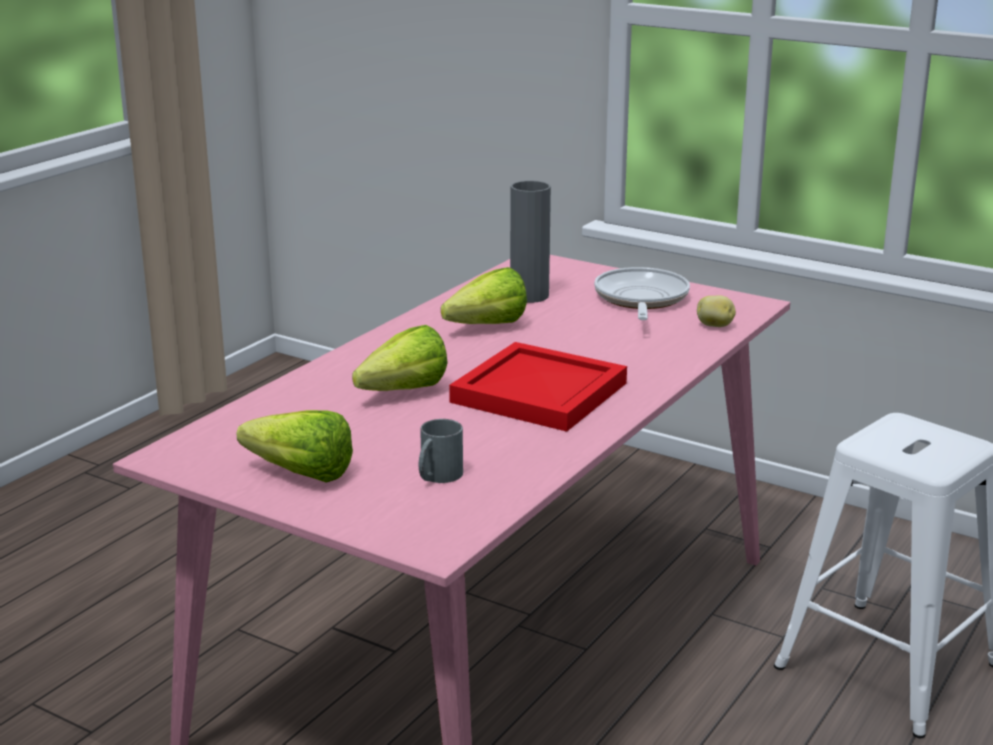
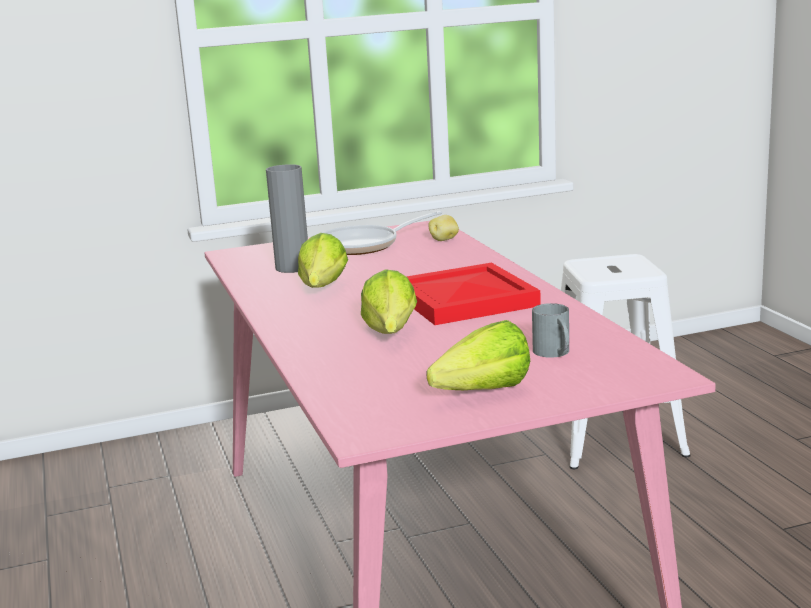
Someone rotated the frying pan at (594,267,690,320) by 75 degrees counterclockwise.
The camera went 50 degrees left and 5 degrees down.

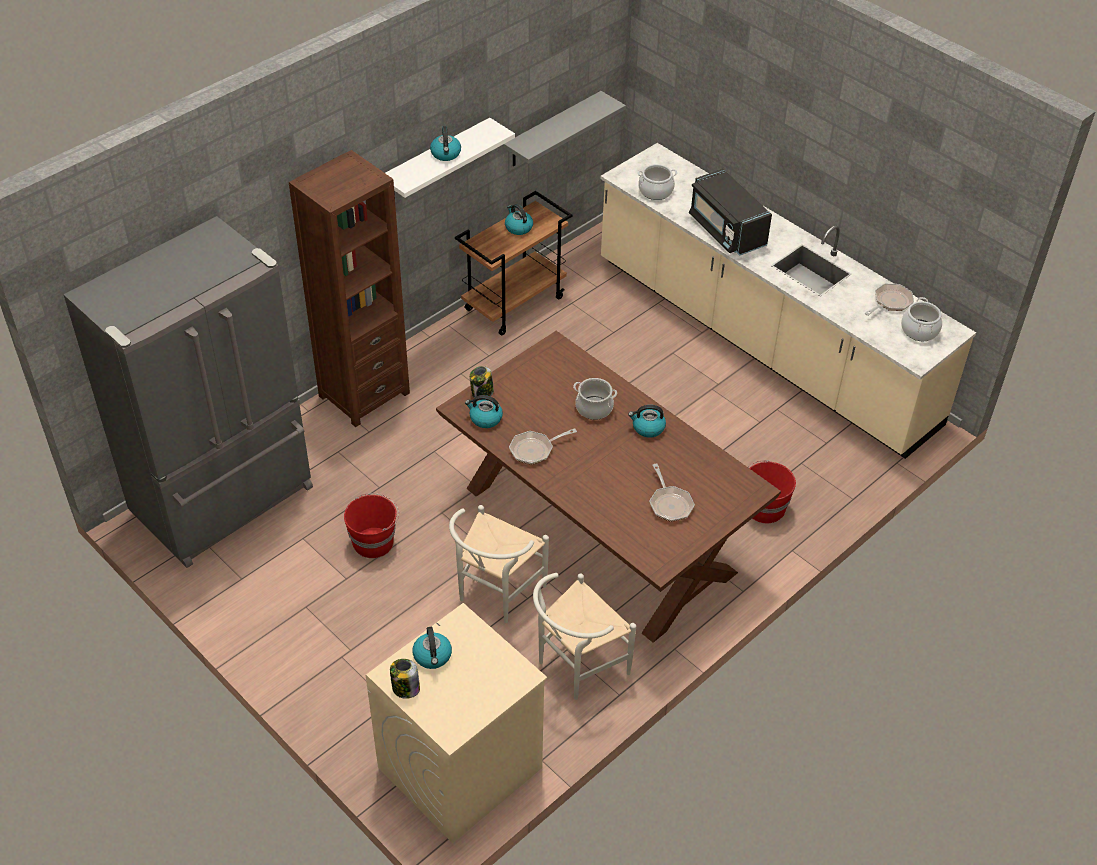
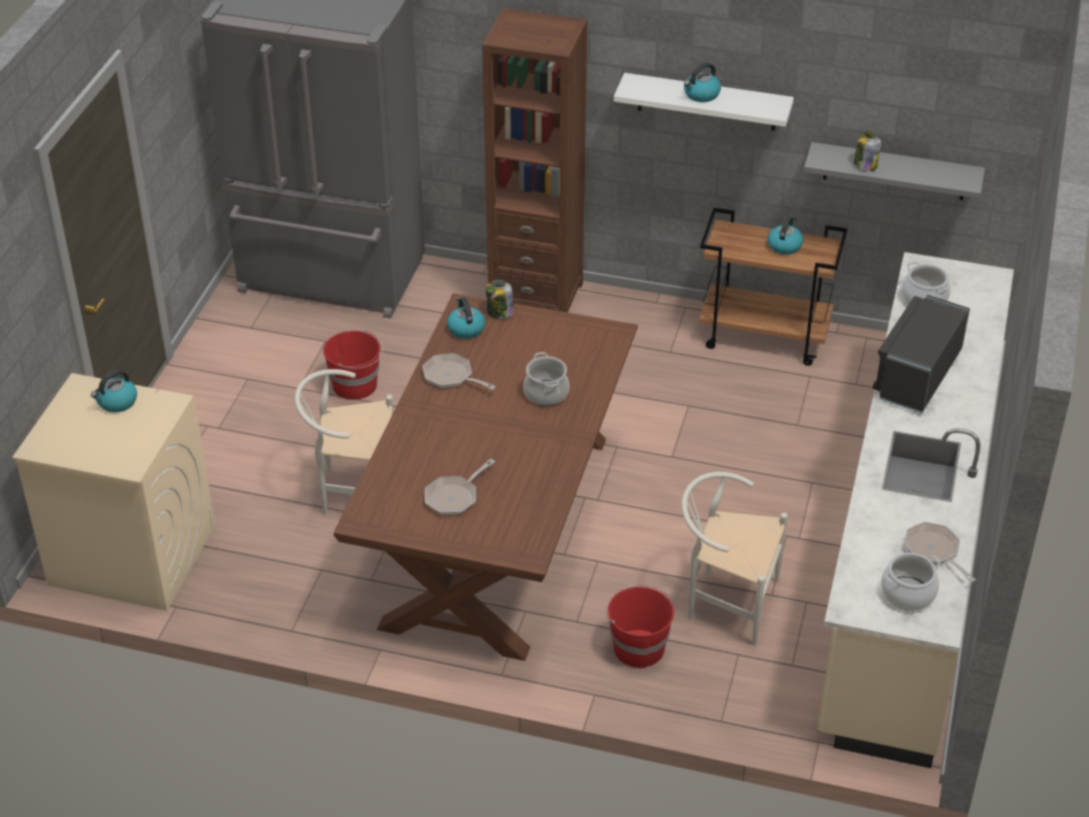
Someone carried the jar from (390,659,420,699) to (854,131,881,171).
Someone carried the chair in white from (533,573,636,700) to (682,472,788,646).
Someone took away the kettle at (628,405,666,438).
Someone rotated the frying pan at (865,283,914,316) by 135 degrees counterclockwise.
The camera went 60 degrees right and 5 degrees down.

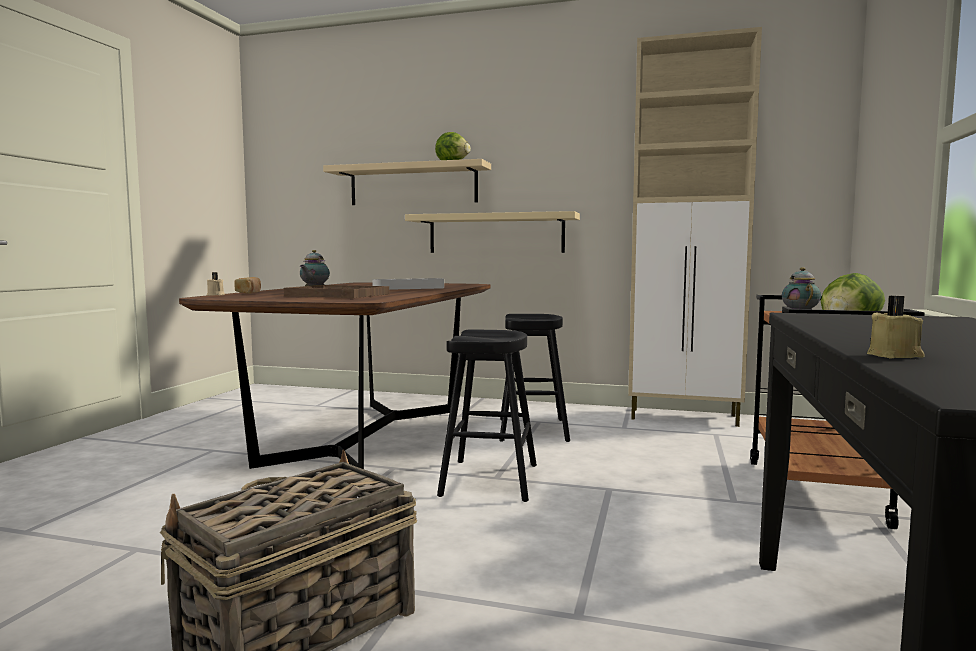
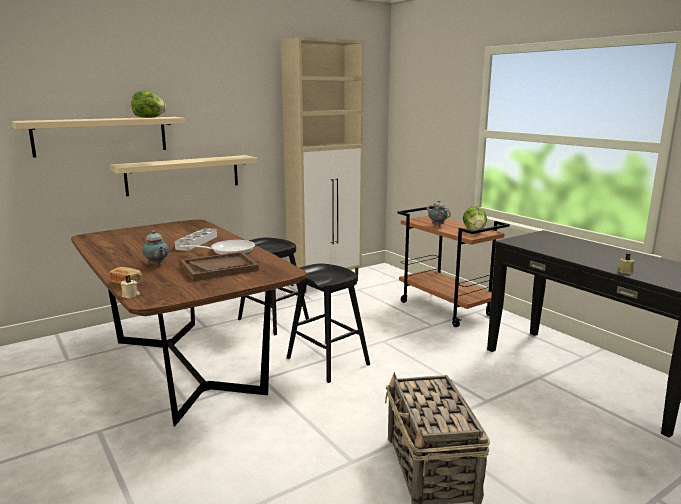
Someone put down the frying pan at (180,240,255,255).
The camera went 50 degrees left and 10 degrees up.

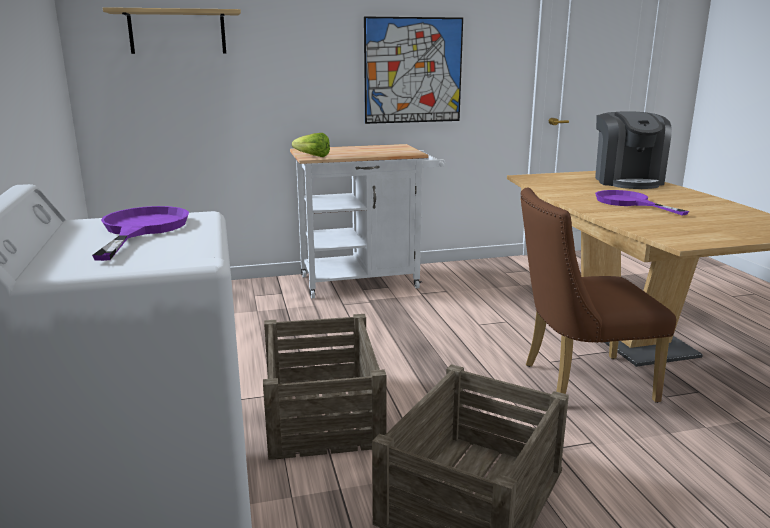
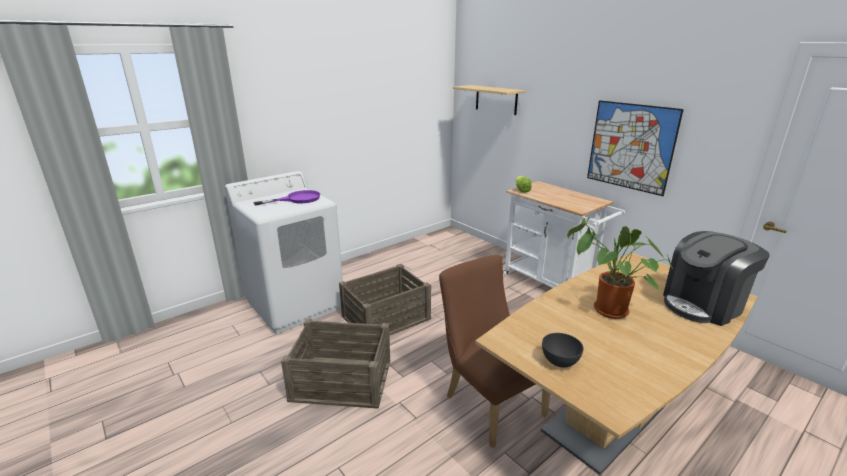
Someone swapped the frying pan in purple at (595,190,689,215) for the potted plant at (567,217,673,319).
Someone put down the bowl in grey at (542,333,584,368).
The camera went 65 degrees right and 5 degrees up.

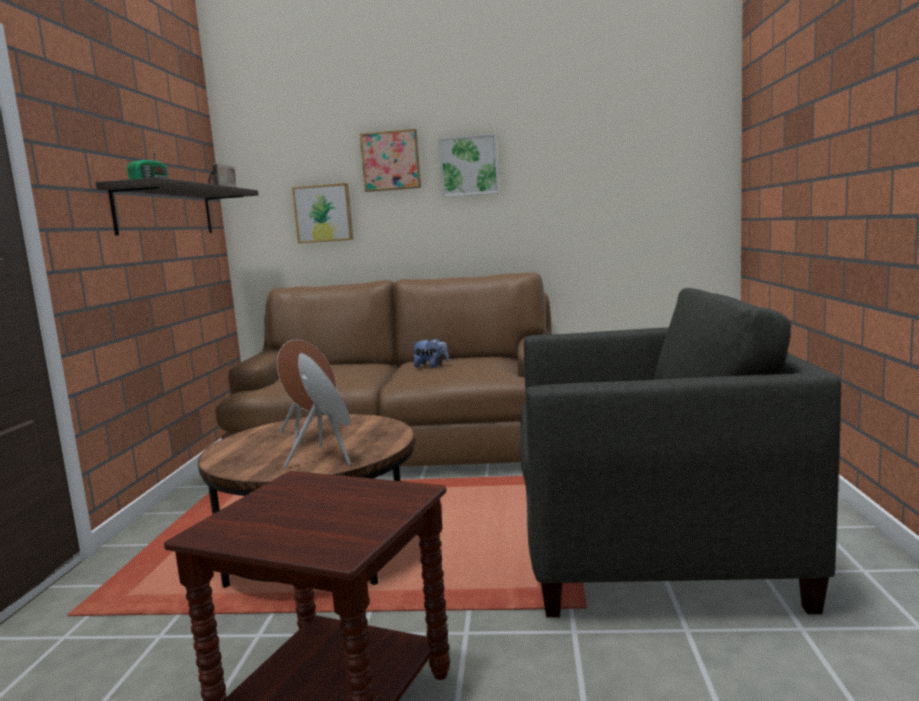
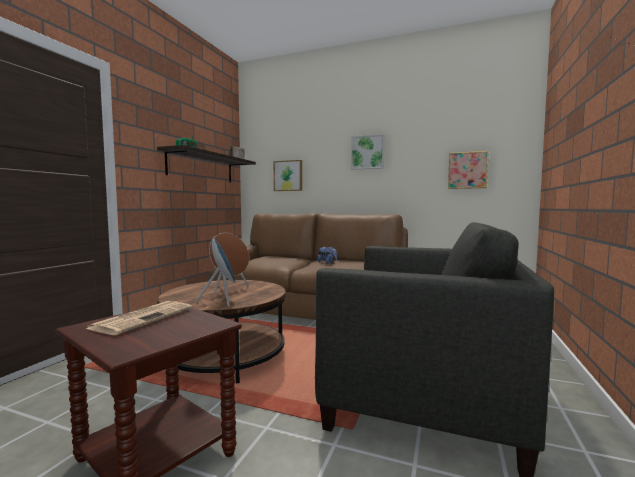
Someone carried the picture from (360,129,421,192) to (448,151,489,189).
Someone put down the newspaper at (86,301,192,335).
The camera went 15 degrees right and 5 degrees down.

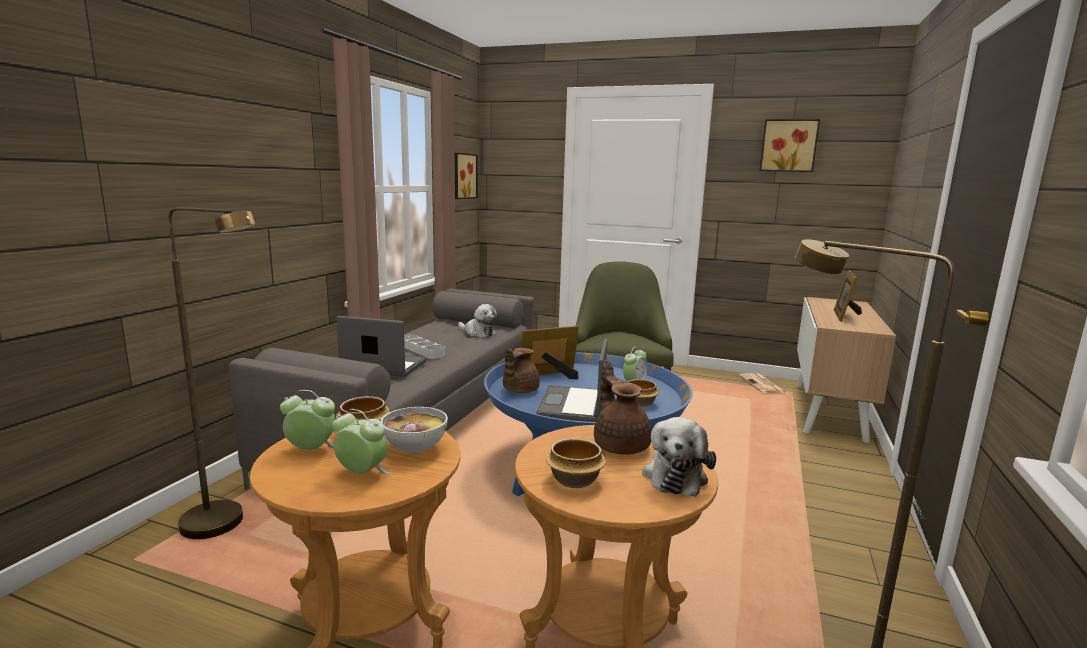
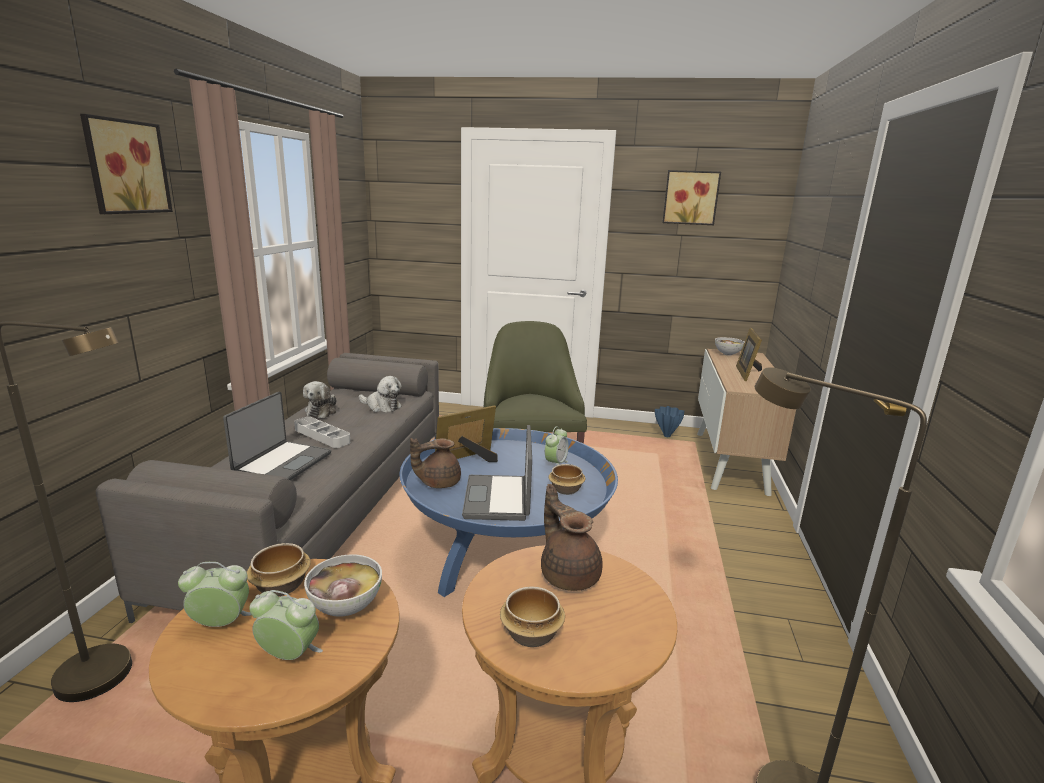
Someone rotated the laptop at (336,316,426,377) by 105 degrees clockwise.
Someone carried the picture from (455,153,478,199) to (80,114,173,214).
Someone rotated the teapot in brown at (503,348,540,393) by 45 degrees clockwise.
Someone carried the plush toy from (642,417,716,497) to (303,381,337,418).
Someone swapped the newspaper at (739,373,785,393) for the vase in blue at (655,406,684,437).
Someone put down the bowl at (715,337,744,355).
The camera went 10 degrees left and 5 degrees up.

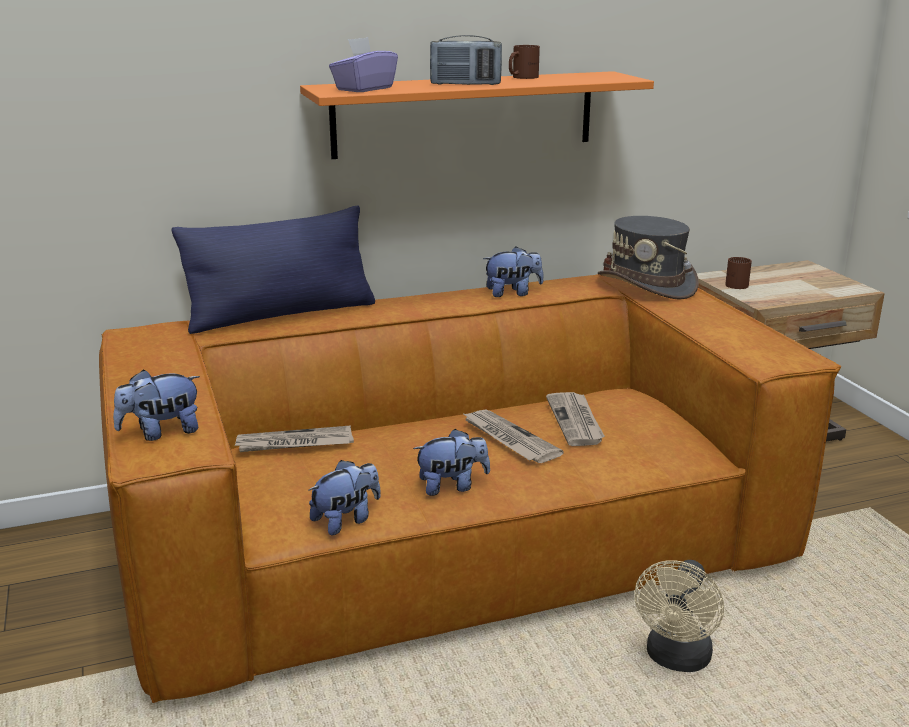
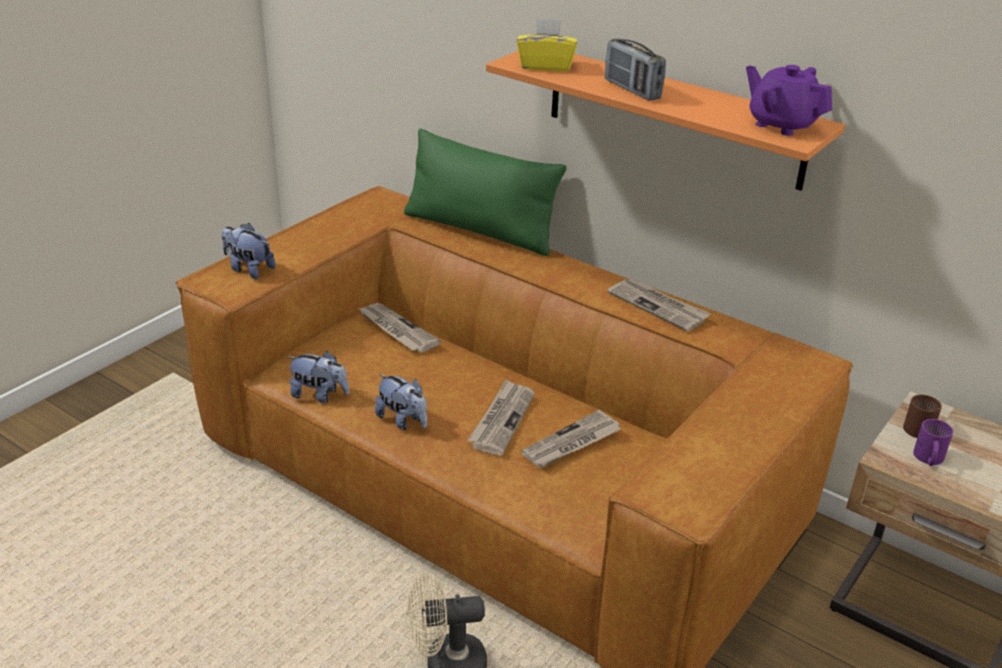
Someone repainted the pillow in blue at (172,206,375,334), which became the pillow in green at (404,128,567,256).
Someone repainted the tissue box in purple at (329,37,398,92), which became the tissue box in yellow at (517,18,577,71).
Someone swapped the plush toy at (483,246,543,297) for the newspaper at (607,279,711,332).
Someone took away the mug in brown at (509,45,540,79).
Someone took away the hat in grey at (598,216,699,300).
Someone put down the teapot in purple at (746,65,832,136).
Someone put down the mug in purple at (913,419,953,466).
The camera went 55 degrees right and 10 degrees up.

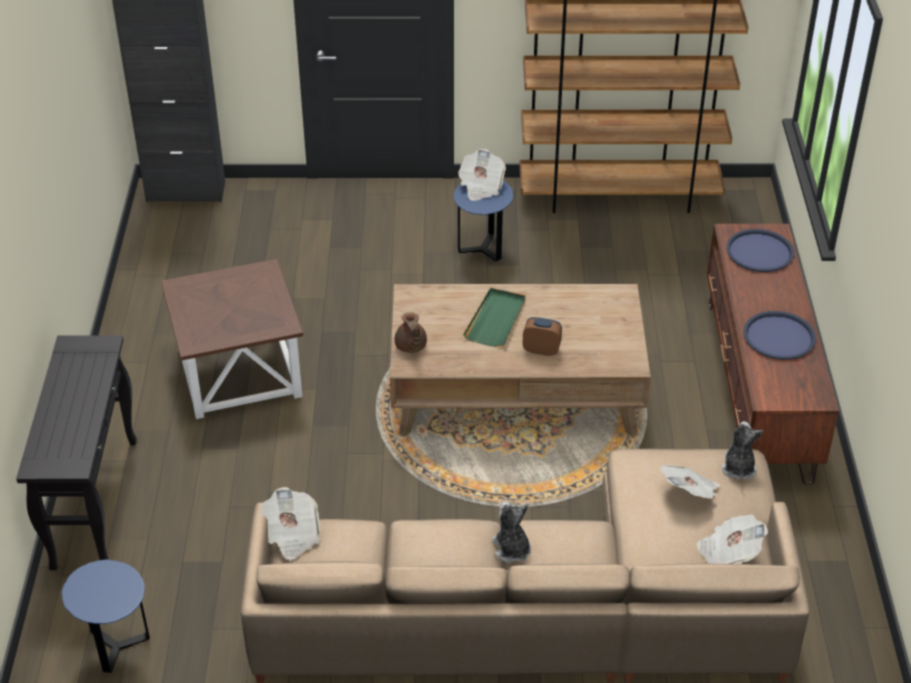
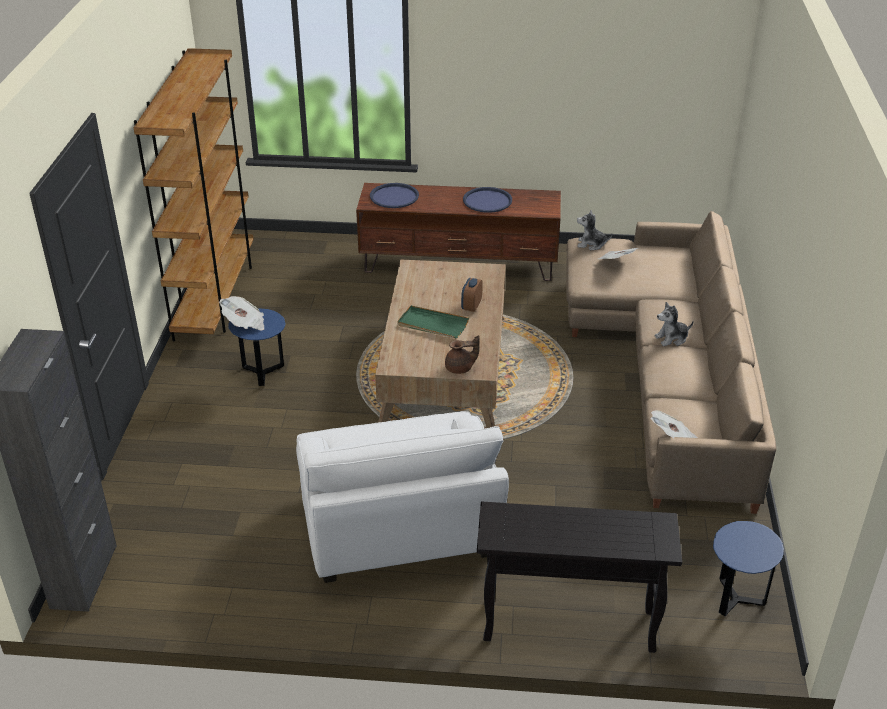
Someone swapped the side table in brown at (161,259,303,419) for the armchair in white at (296,411,509,583).
Someone took away the newspaper at (696,514,768,564).
The camera went 85 degrees left and 5 degrees down.

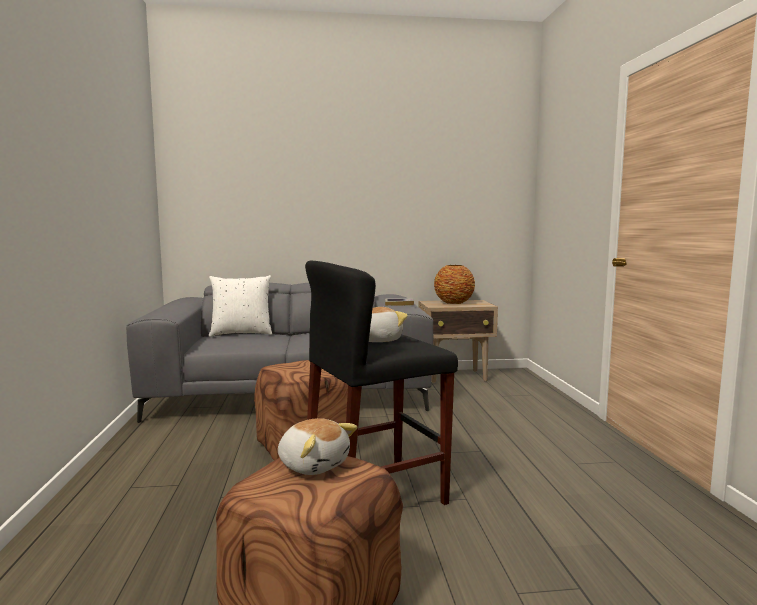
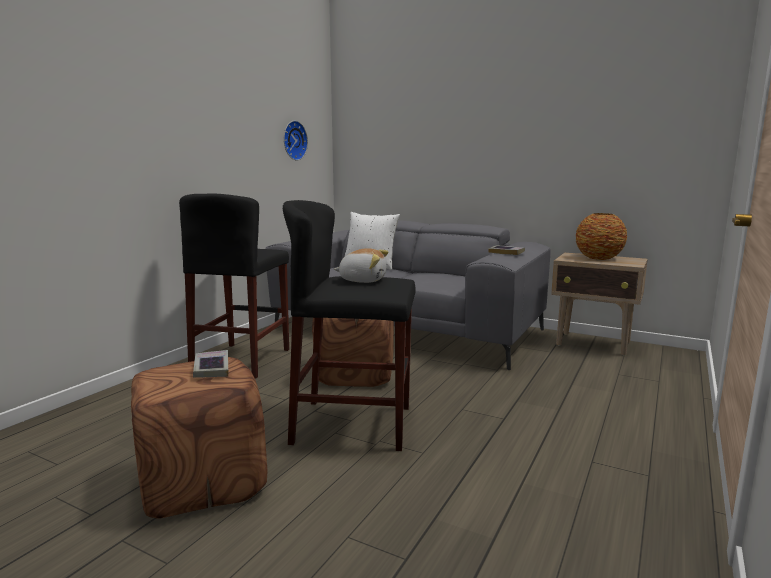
Someone swapped the plush toy at (278,418,357,475) for the book at (193,350,228,378).
Someone put down the stool in black at (179,193,289,379).
Someone put up the wall clock at (284,121,308,160).
The camera went 35 degrees right and 5 degrees up.

